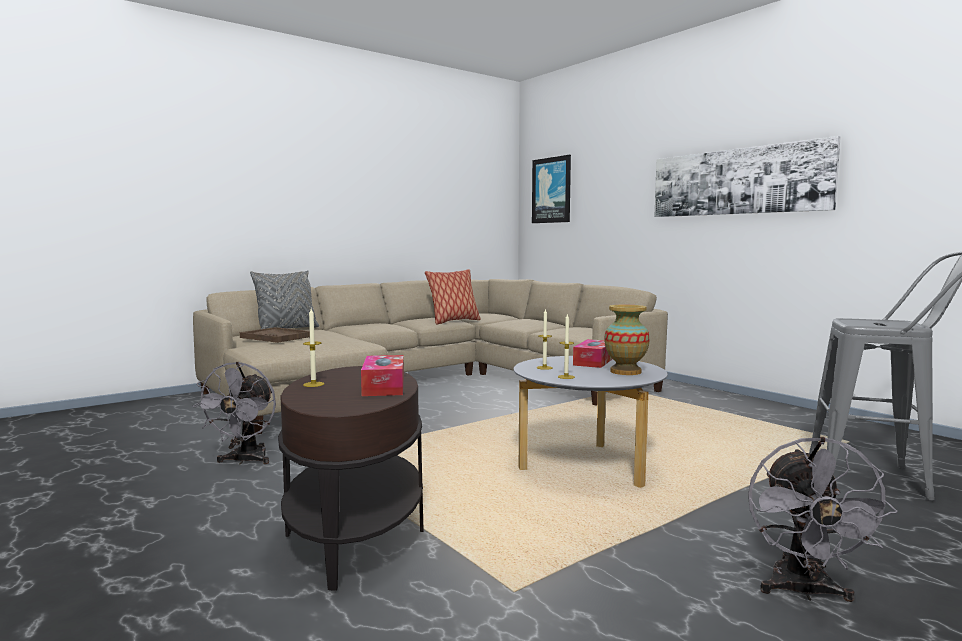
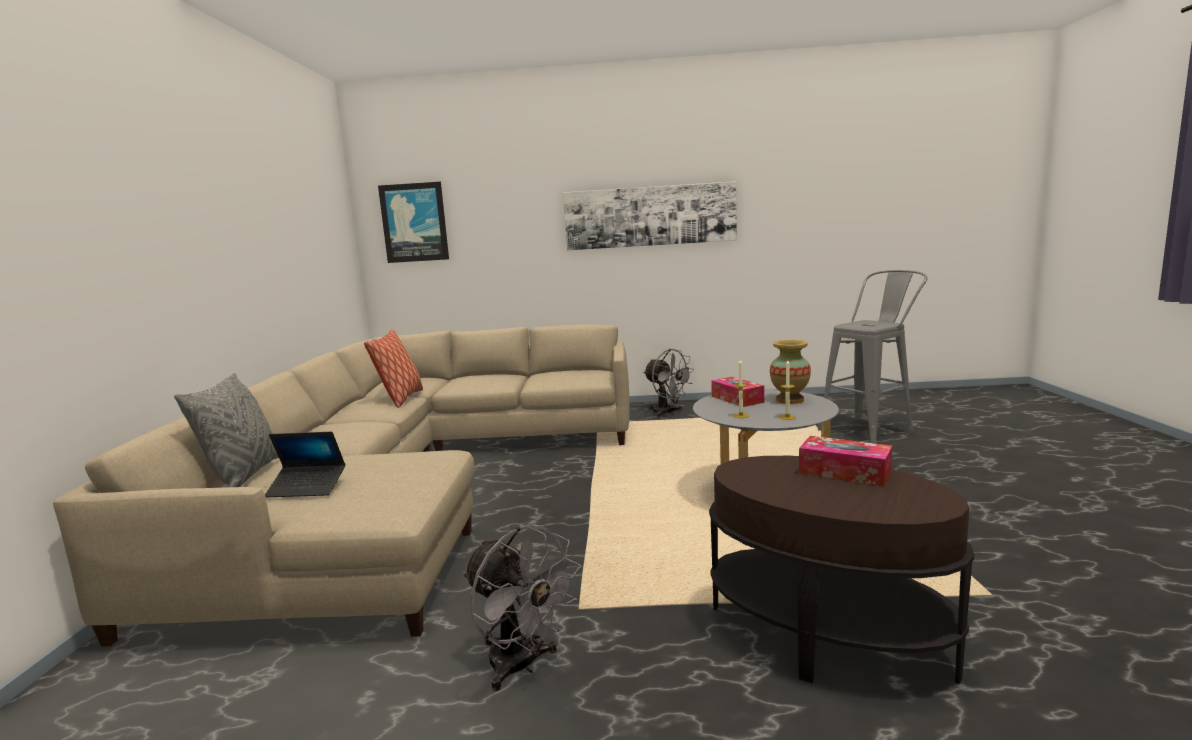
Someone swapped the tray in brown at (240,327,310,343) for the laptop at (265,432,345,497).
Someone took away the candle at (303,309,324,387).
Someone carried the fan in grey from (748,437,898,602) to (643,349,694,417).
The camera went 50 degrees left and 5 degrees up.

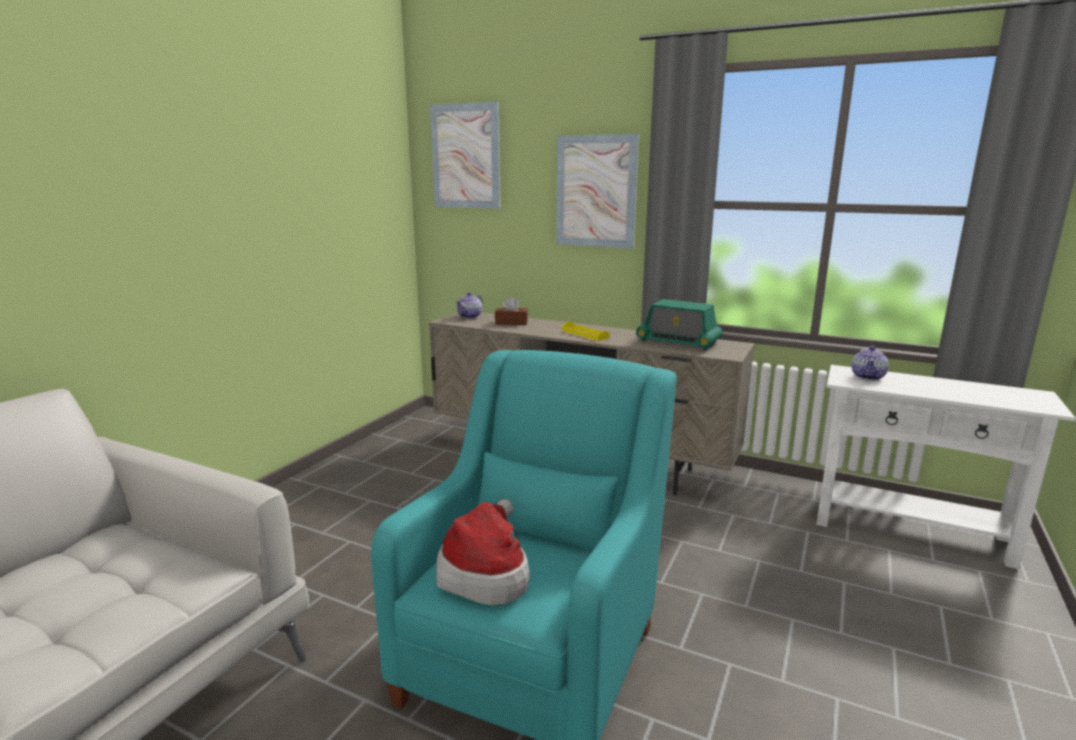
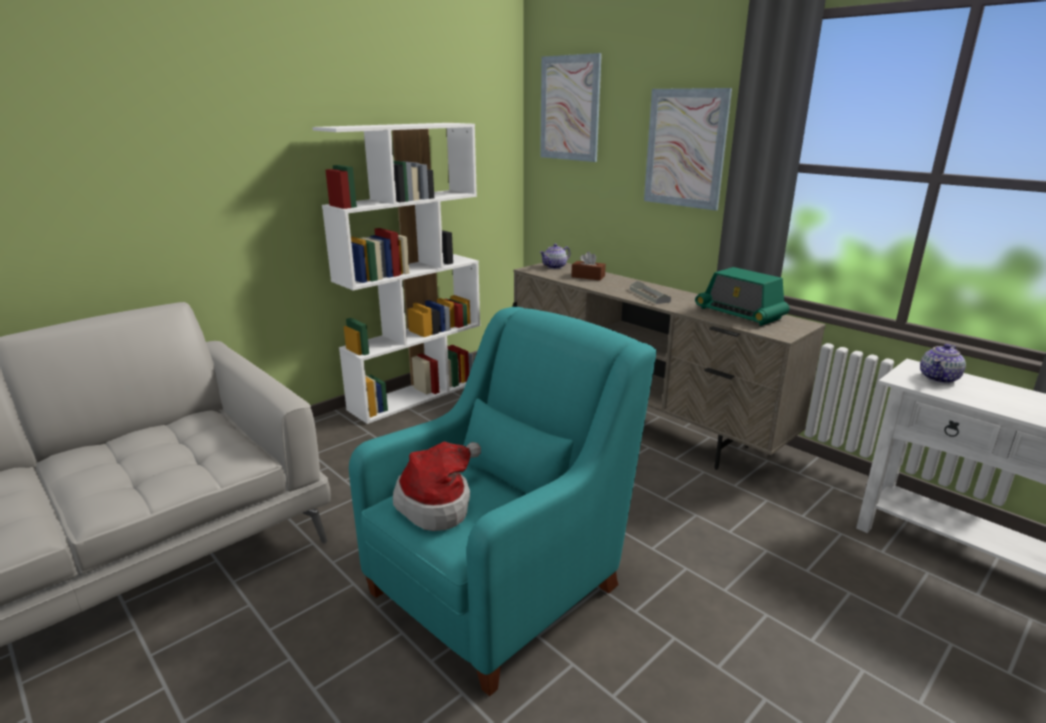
Someone repainted the tray in yellow at (562,321,610,341), which became the tray in grey at (630,281,671,304).
Someone put down the bookcase in white at (312,123,480,424).
The camera went 20 degrees right and 5 degrees up.

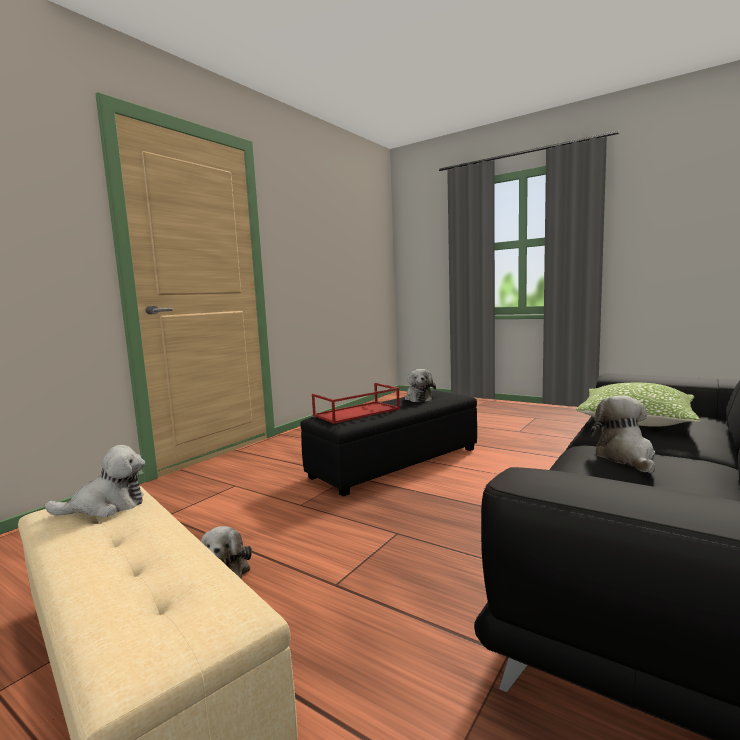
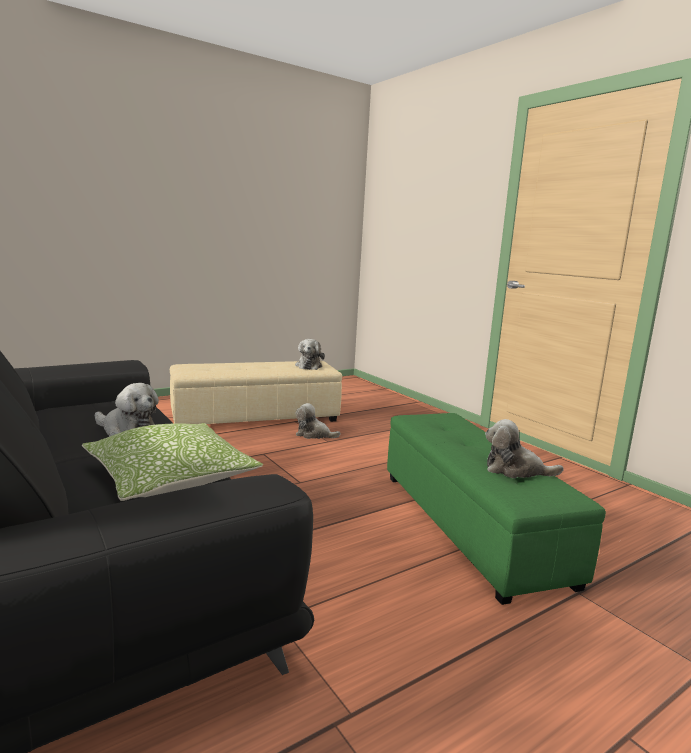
Someone repainted the ottoman in black at (300,390,477,496), which became the ottoman in green at (387,413,606,605).
Someone took away the tray in red at (312,383,400,424).
The camera went 110 degrees right and 5 degrees up.

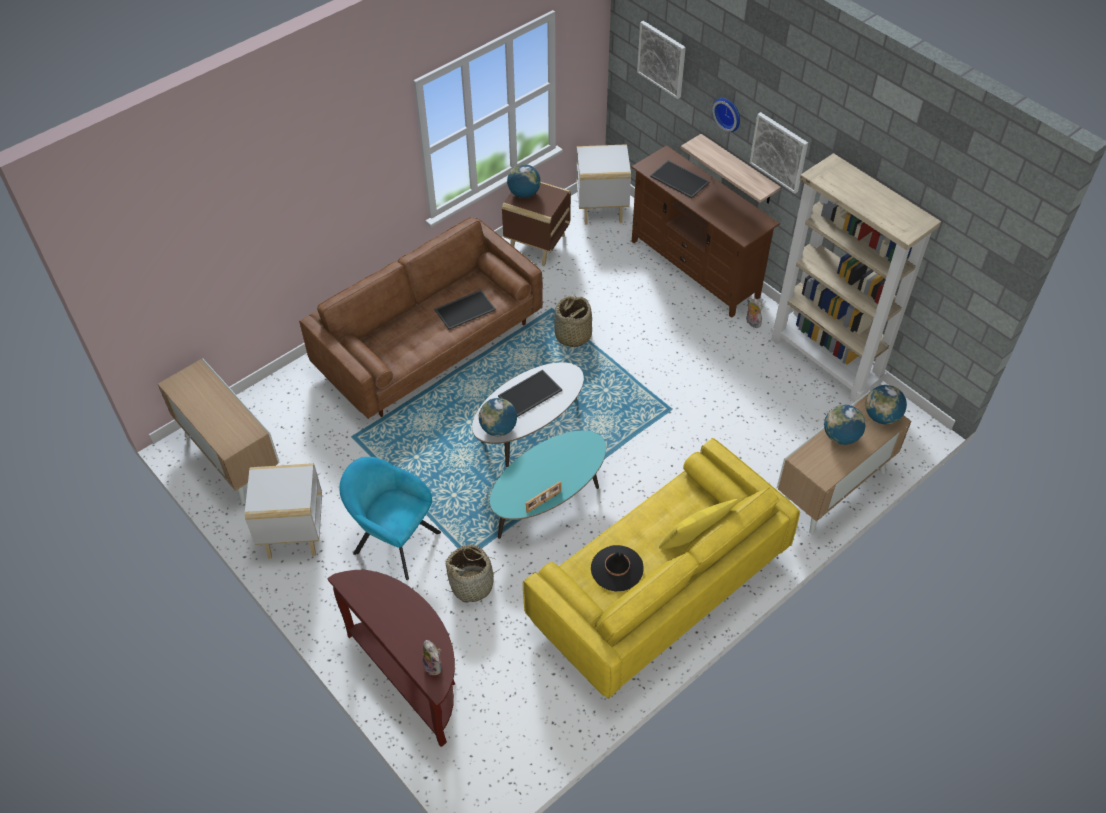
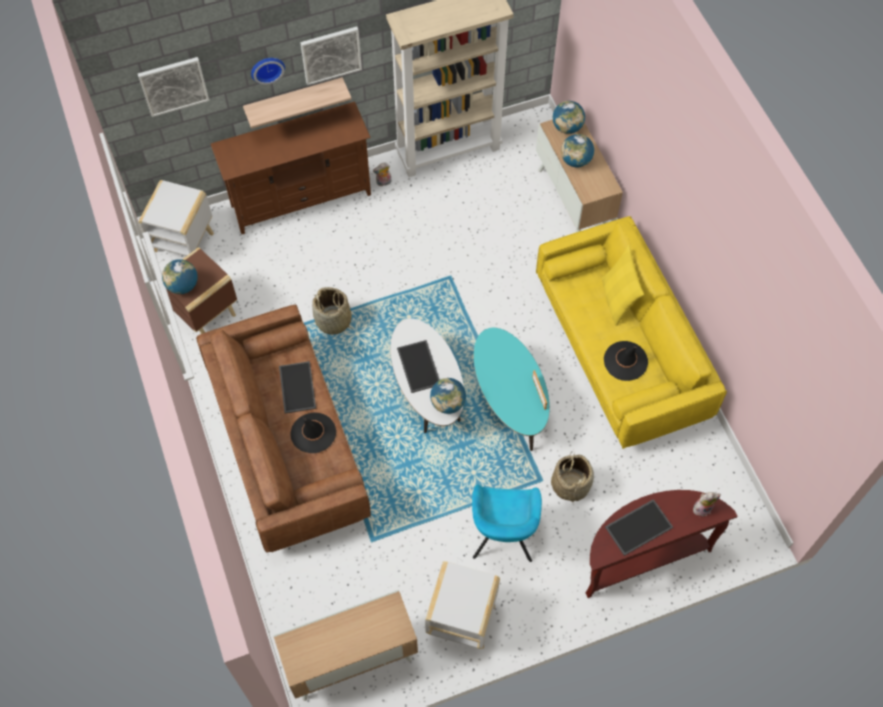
Someone rotated the armchair in turquoise at (339,457,441,580) by 45 degrees counterclockwise.
Someone carried the tray from (650,160,710,199) to (605,499,673,556).
Someone put down the hat in black at (290,412,336,453).
The camera went 70 degrees left and 10 degrees up.

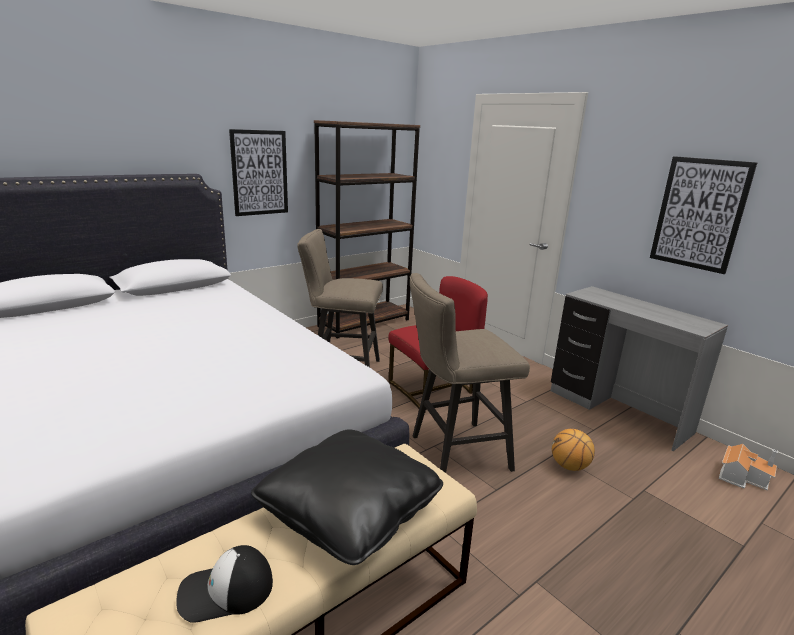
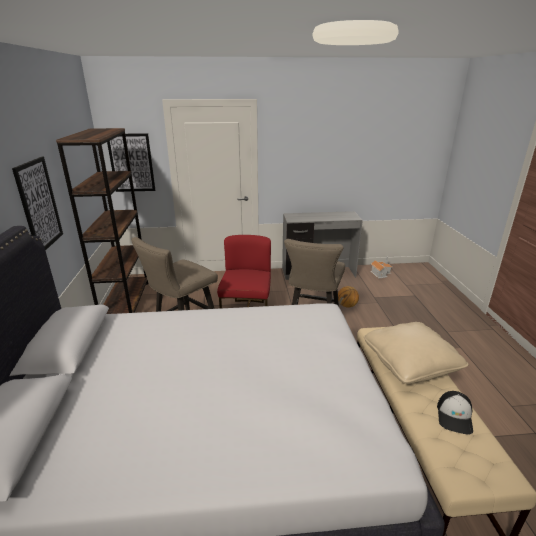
Someone repainted the pillow in black at (251,429,443,565), which became the pillow in beige at (364,322,468,384).
Someone carried the picture from (650,156,757,274) to (107,133,156,192).
The camera went 55 degrees left and 5 degrees up.

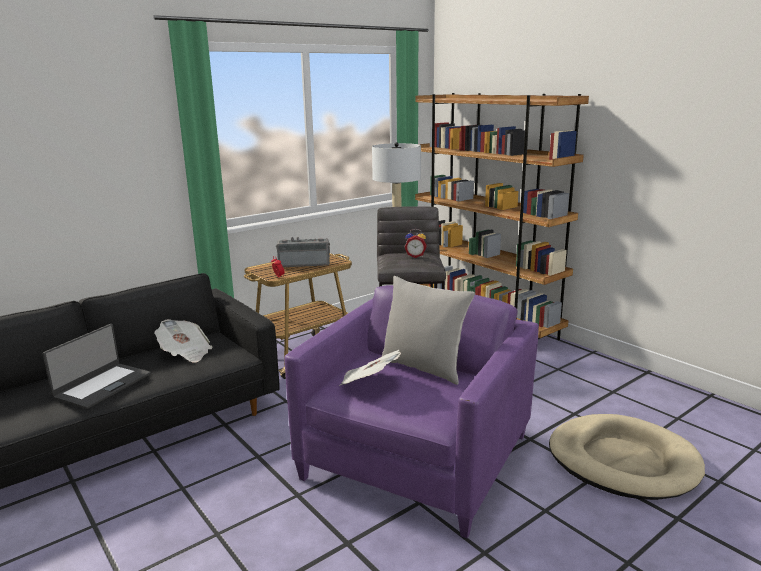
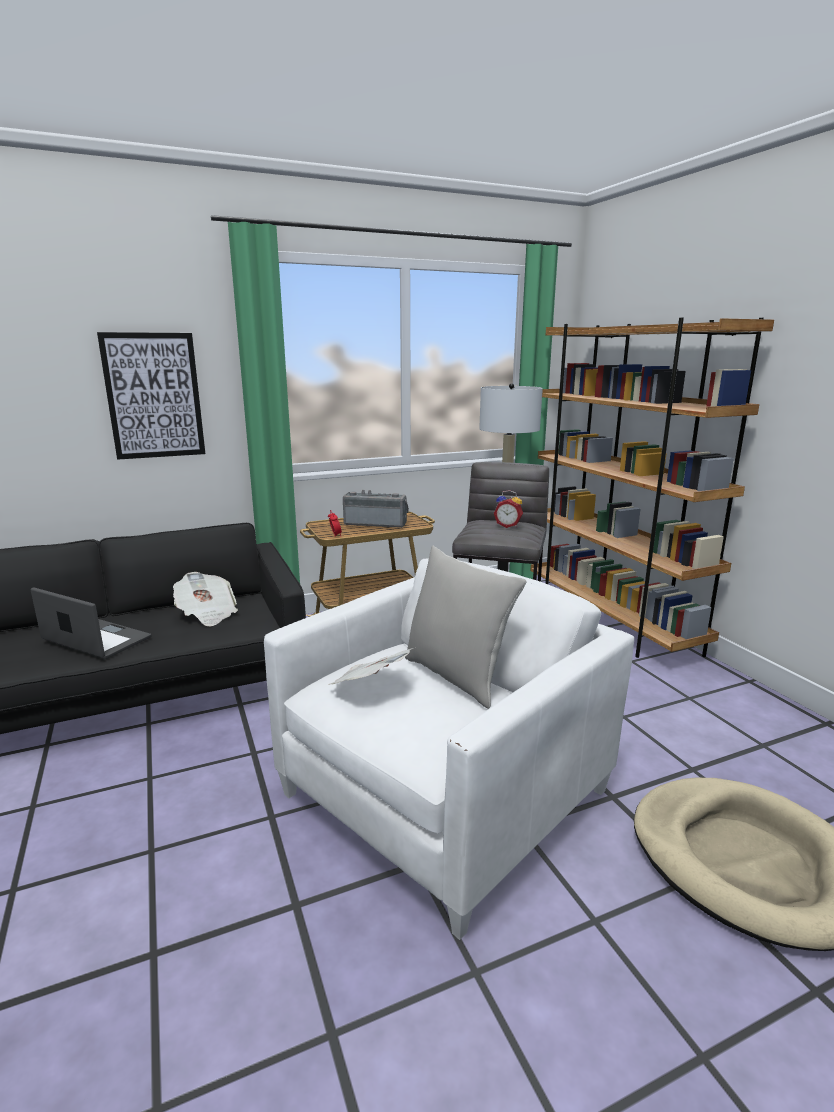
Someone rotated the laptop at (43,324,151,409) by 105 degrees counterclockwise.
Someone repainted the armchair in purple at (284,285,539,538), which became the armchair in white at (264,558,634,940).
Someone put up the picture at (97,332,205,460).
The camera went 15 degrees right and 0 degrees up.

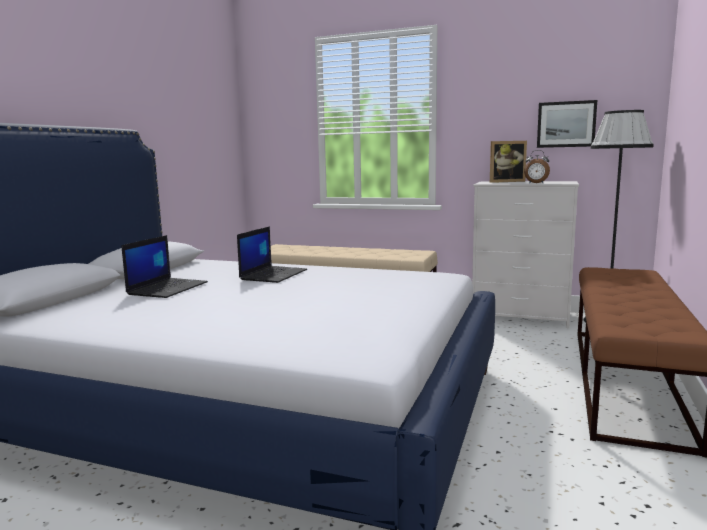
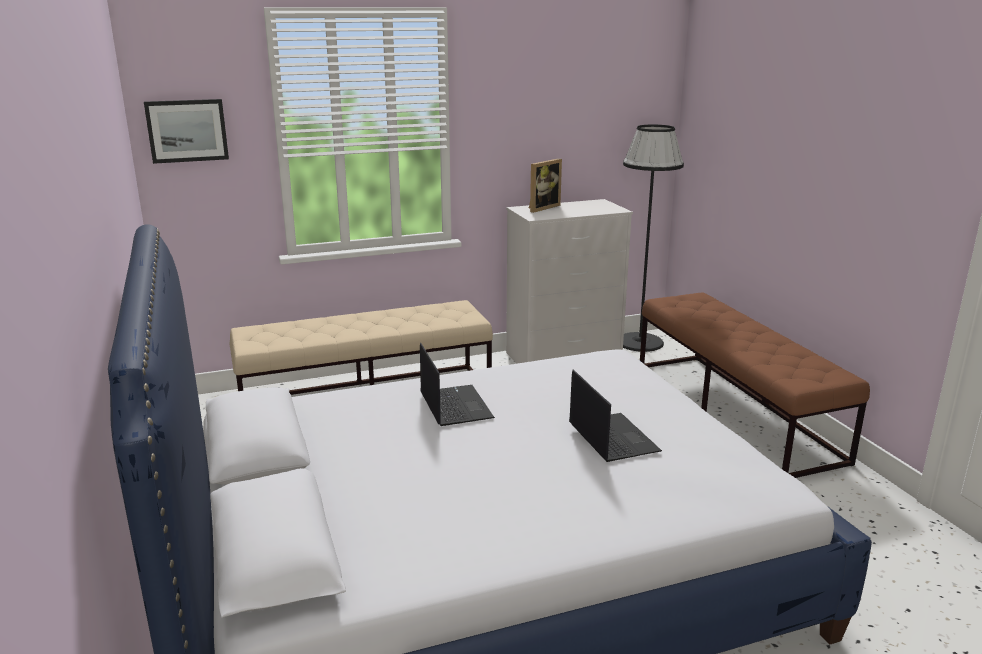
Someone carried the laptop from (122,235,208,298) to (569,369,662,462).
Someone took away the alarm clock at (524,150,550,184).
Someone carried the picture from (537,100,597,148) to (144,99,229,164).
The camera went 40 degrees left and 10 degrees up.

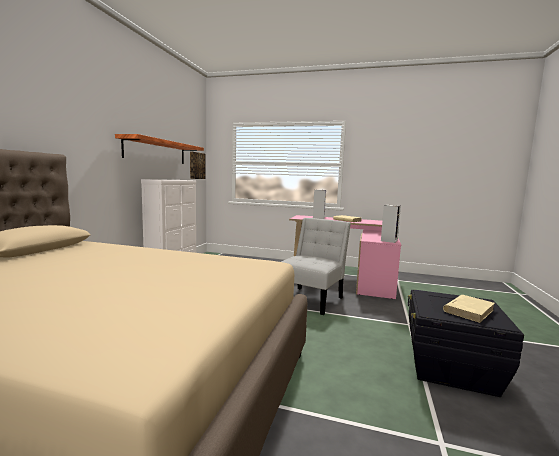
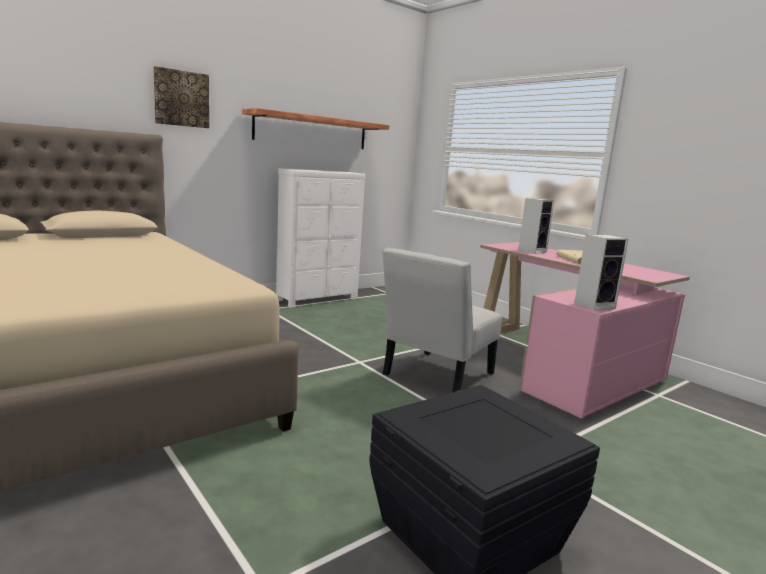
Someone carried the picture from (190,151,206,179) to (154,66,209,128).
Someone rotated the chair in white at (281,218,351,315) by 150 degrees clockwise.
Someone took away the book in beige at (443,295,495,323).
The camera went 35 degrees right and 5 degrees up.

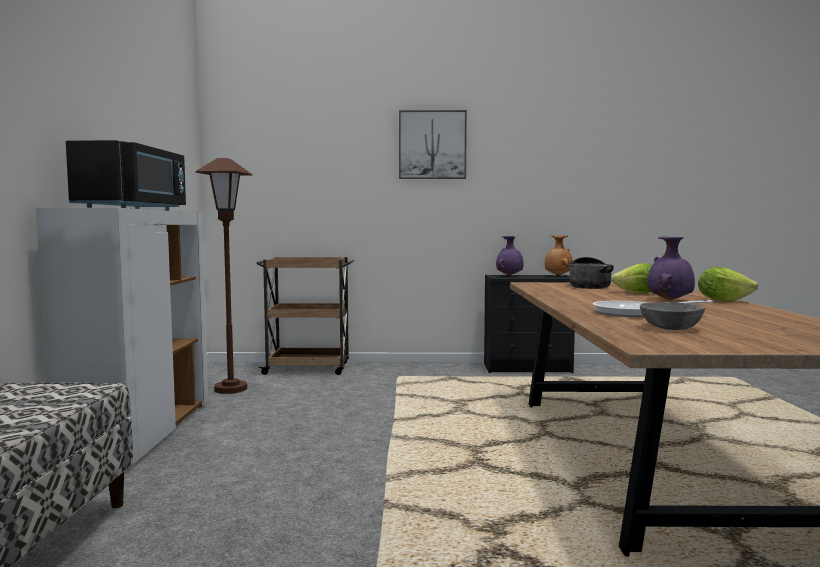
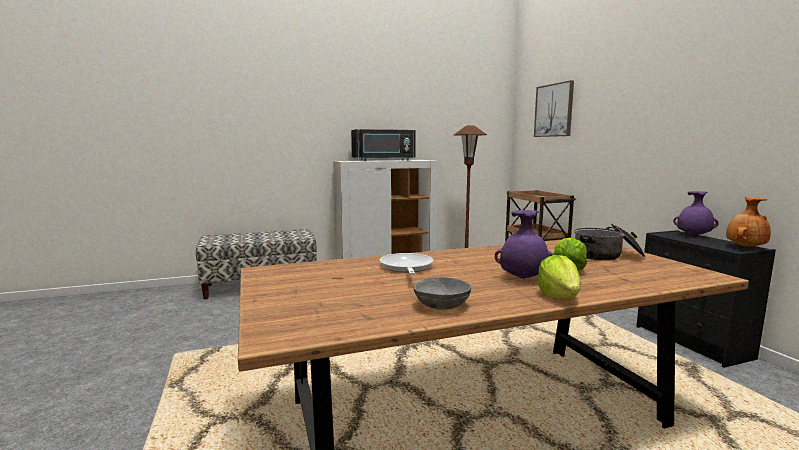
Someone carried the picture from (399,110,467,179) to (534,80,574,137).
Someone carried the bowl in grey from (640,302,705,330) to (413,277,471,310).
The camera went 70 degrees right and 5 degrees up.

